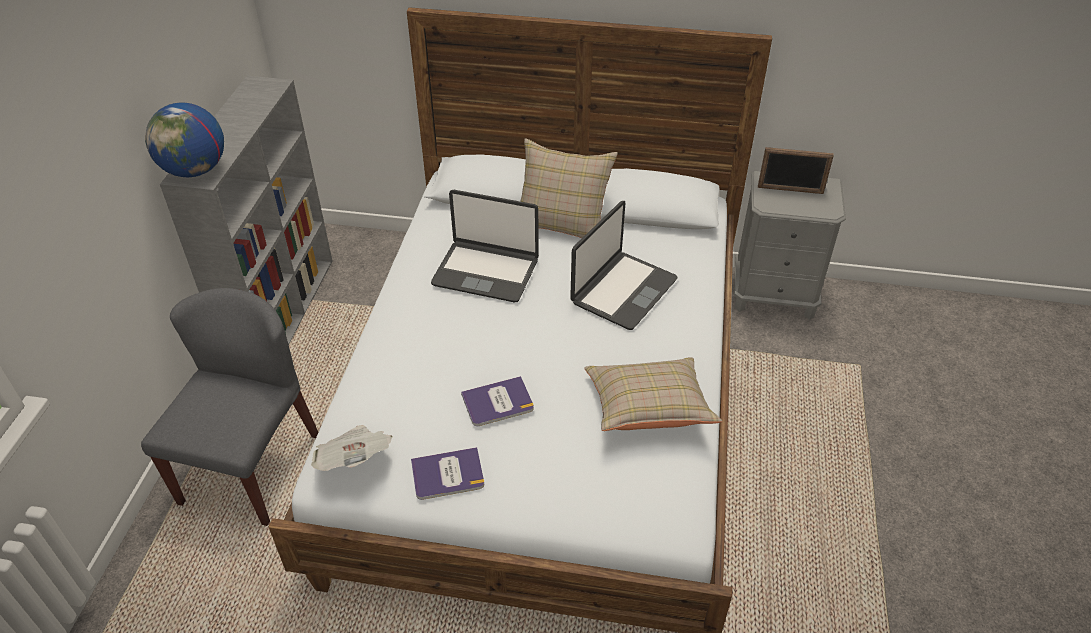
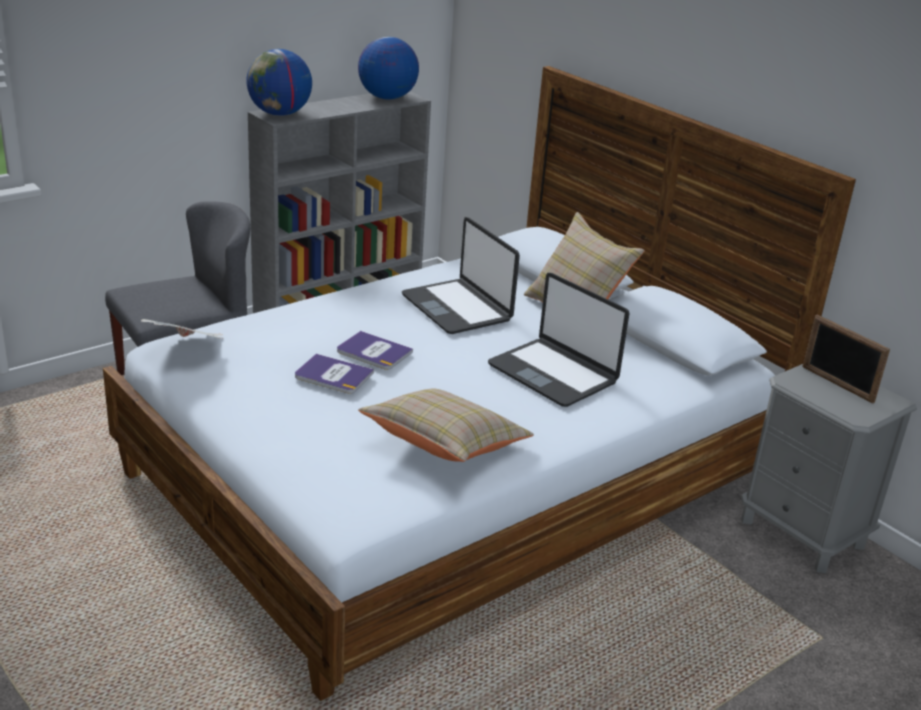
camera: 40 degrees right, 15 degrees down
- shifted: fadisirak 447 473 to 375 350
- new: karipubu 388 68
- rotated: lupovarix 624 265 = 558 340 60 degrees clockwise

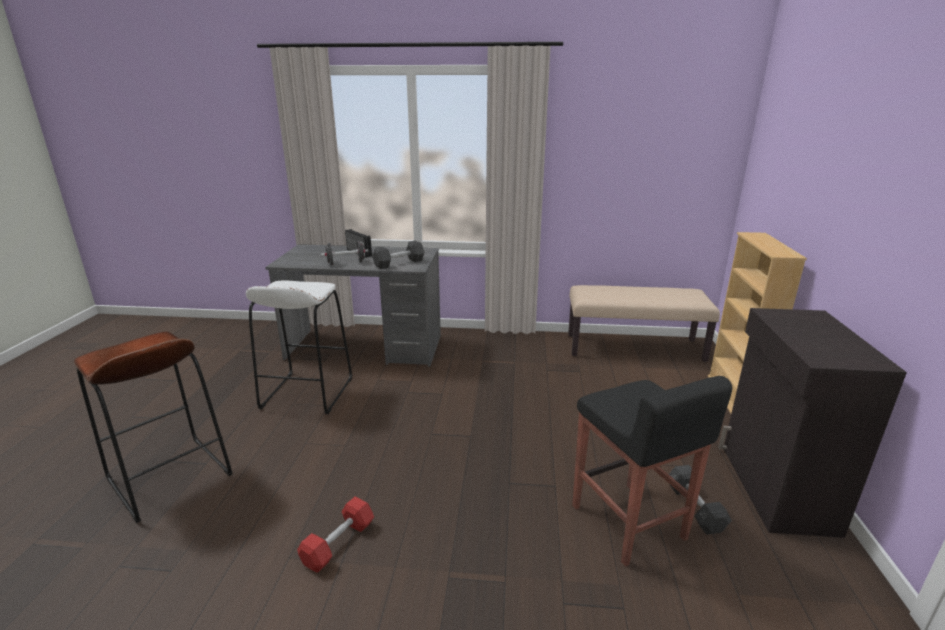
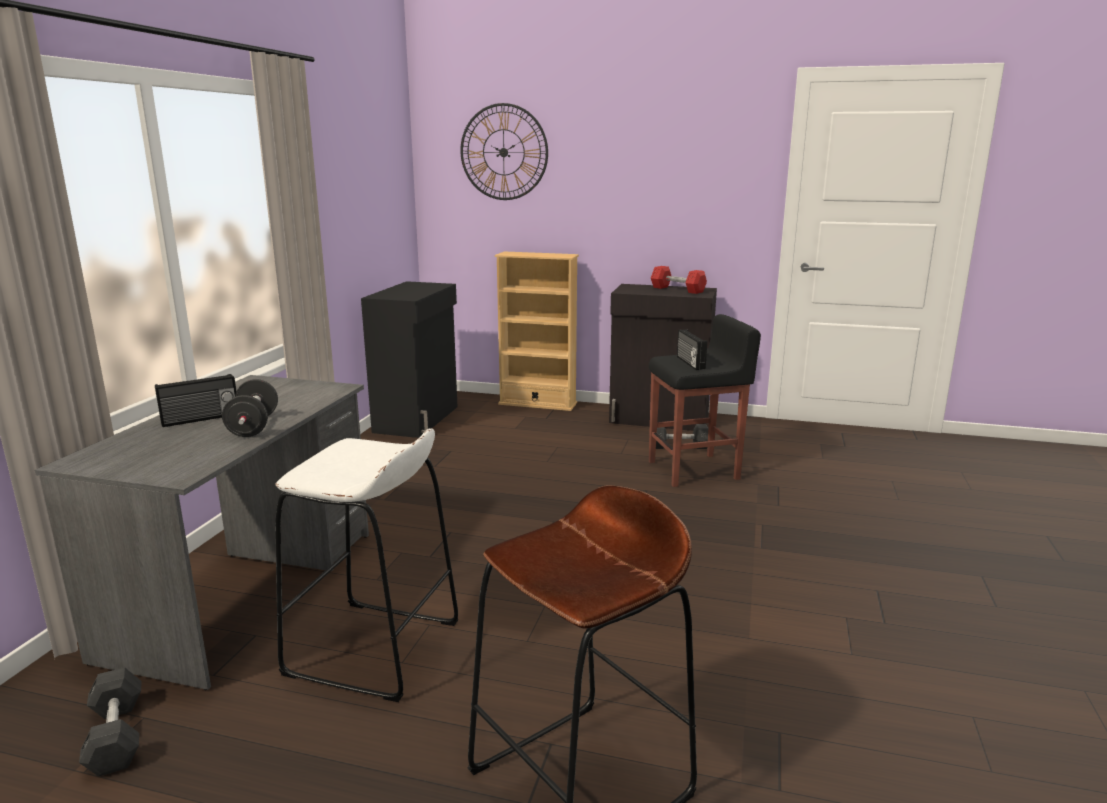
camera: 80 degrees left, 5 degrees down
- shifted: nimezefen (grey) 398 254 to 110 722
- swapped: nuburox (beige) 644 323 to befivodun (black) 409 359
- new: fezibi 504 151
- shifted: nimezefen (red) 335 535 to 679 280
- new: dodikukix 692 350

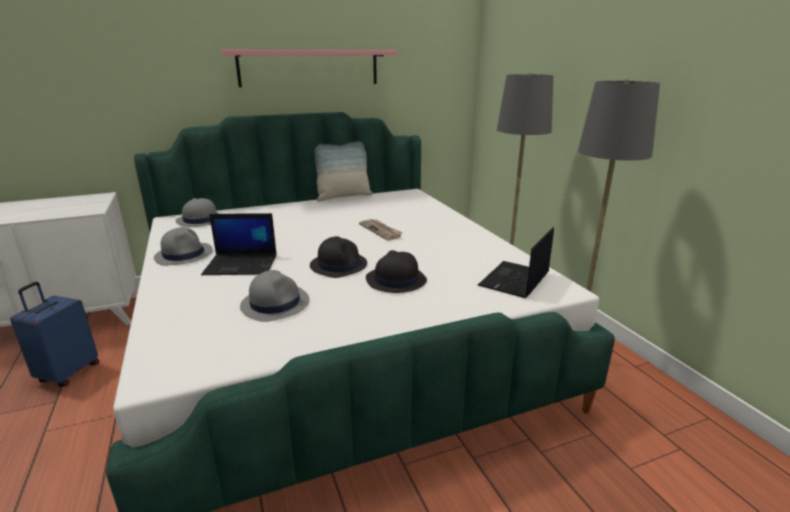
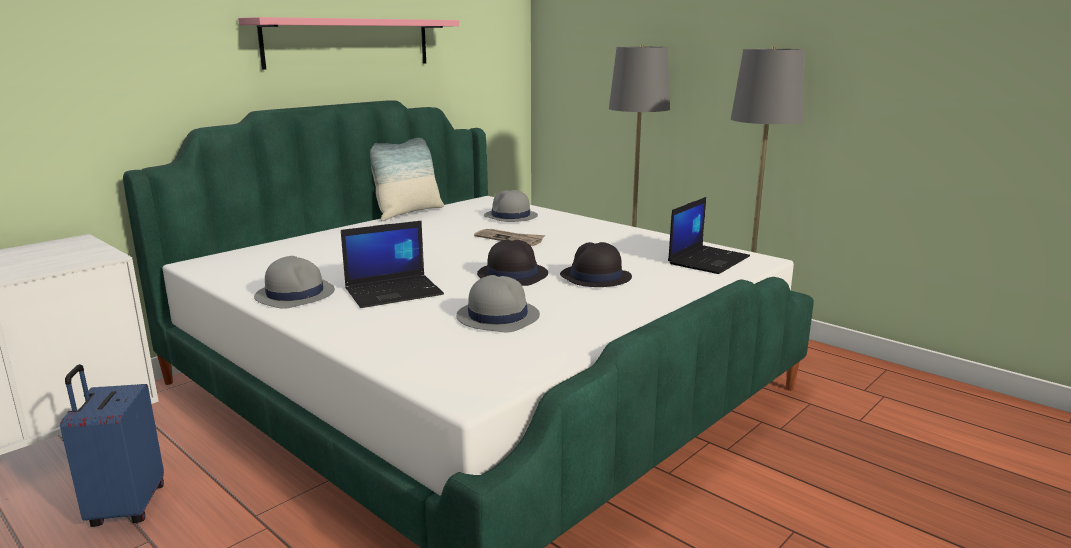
camera: 25 degrees left, 5 degrees down
- shifted: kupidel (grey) 198 212 to 511 206
- rotated: lupovarix 516 262 = 709 235 150 degrees counterclockwise

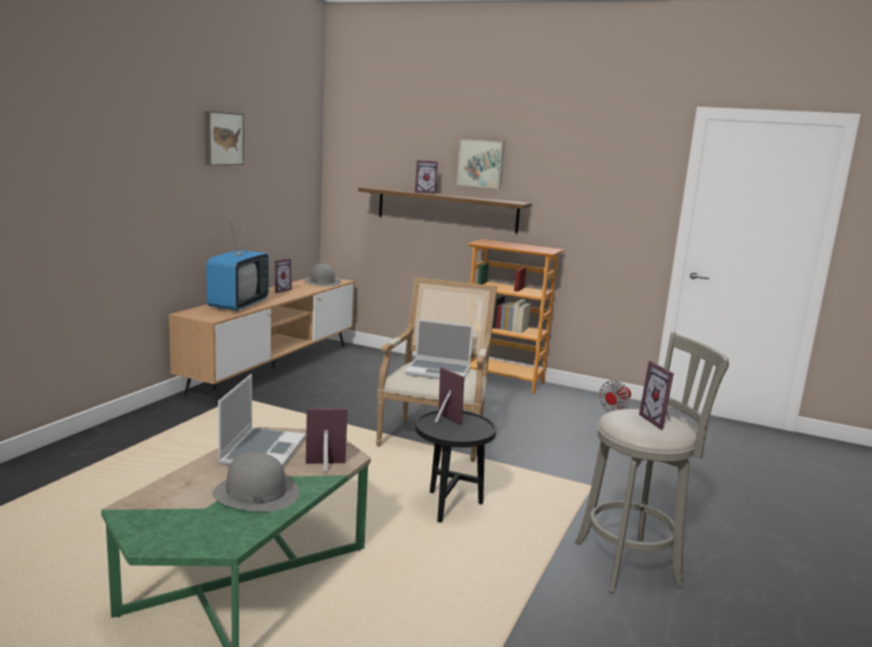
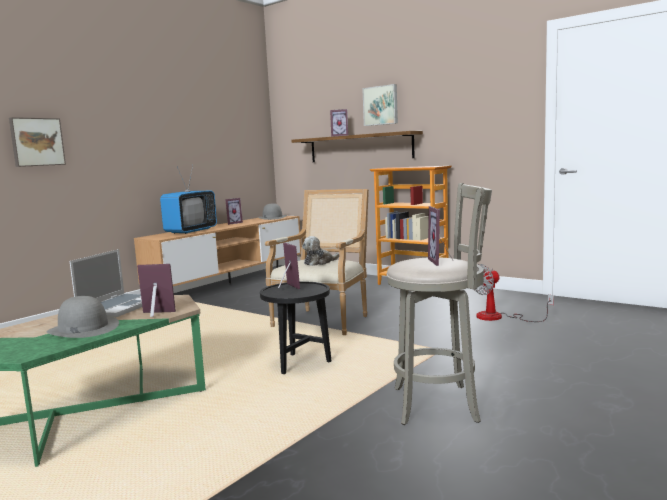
camera: 15 degrees right, 5 degrees down
- shifted: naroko 224 138 to 37 142
- swapped: lupovarix 439 349 to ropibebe 320 251

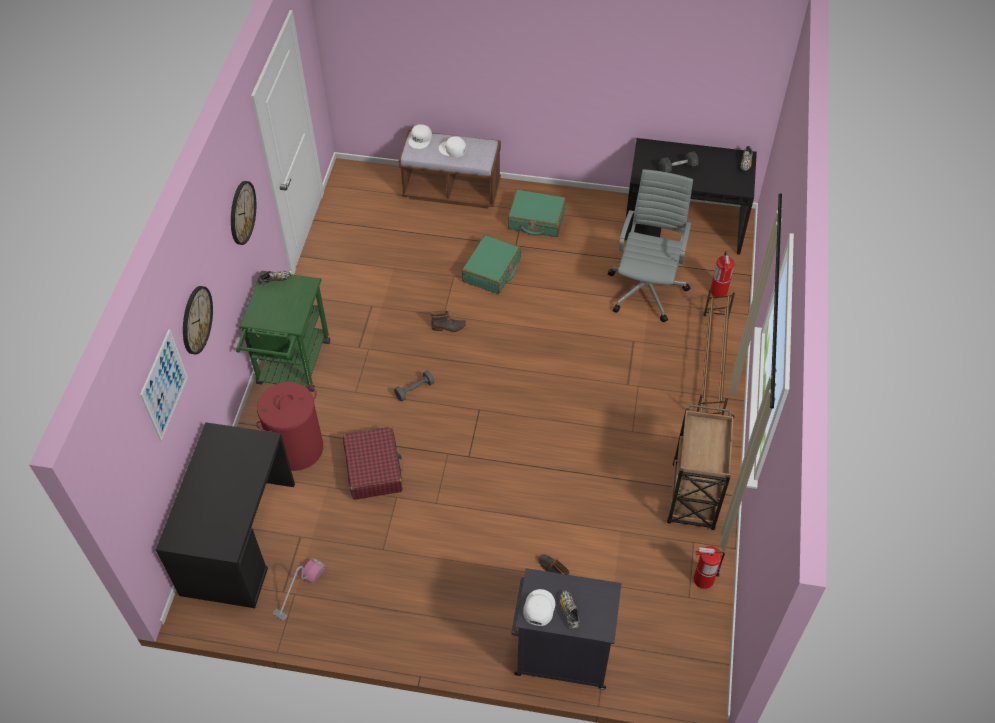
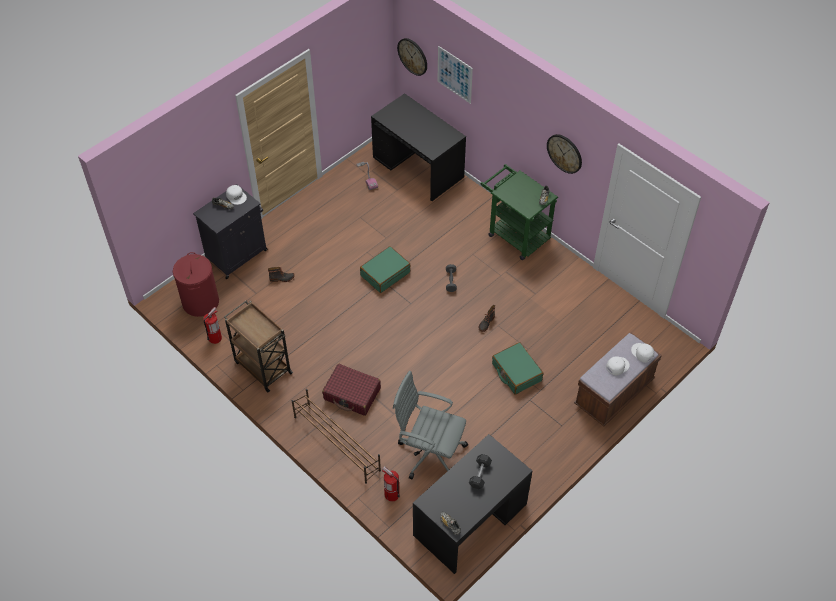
camera: 125 degrees right, 0 degrees up
- shifted: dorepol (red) 289 426 to 196 284
- shifted: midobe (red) 373 463 to 351 390
- shifted: midobe (green) 537 213 to 385 269
- rotated: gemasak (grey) 650 245 = 430 425 150 degrees clockwise
- shifted: fezibi 198 320 to 412 57

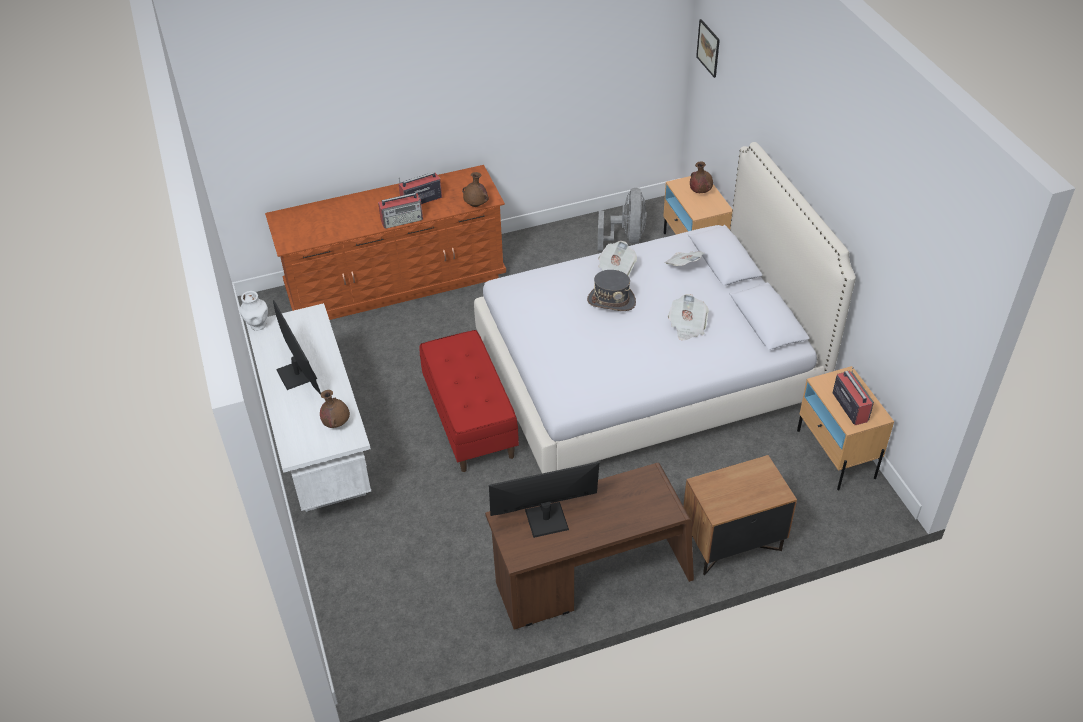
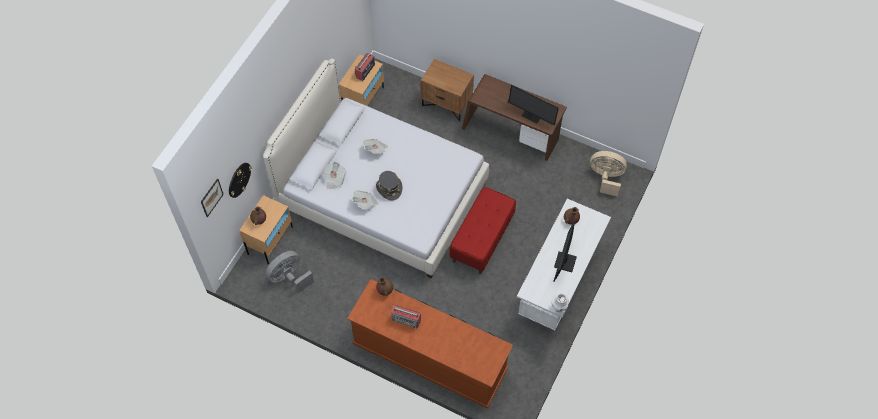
camera: 135 degrees left, 15 degrees up
- new: fezibi 240 180
- new: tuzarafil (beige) 608 174
- gone: dodikukix 400 211

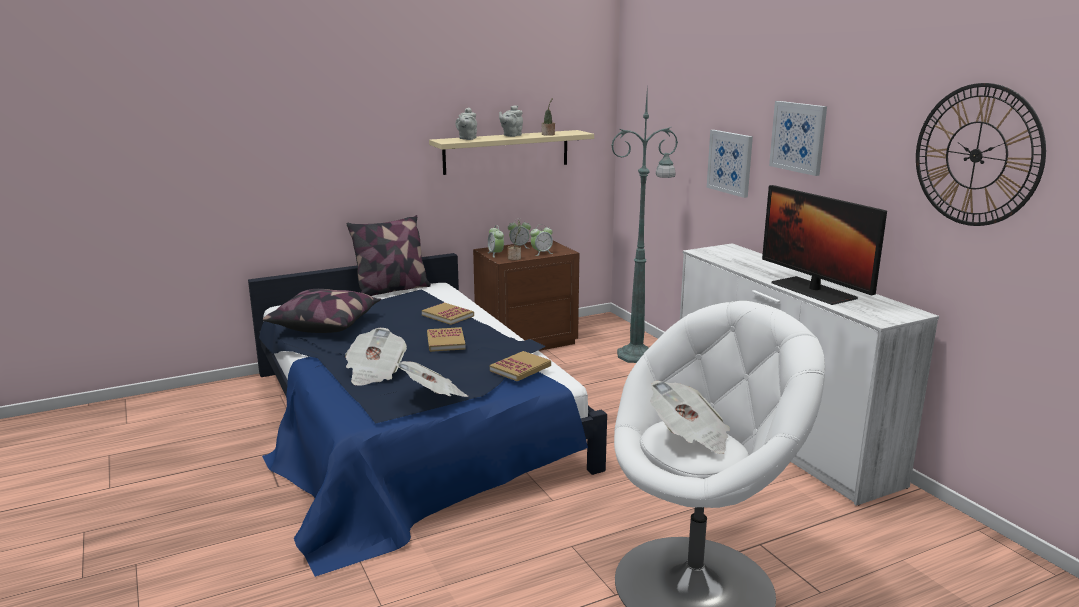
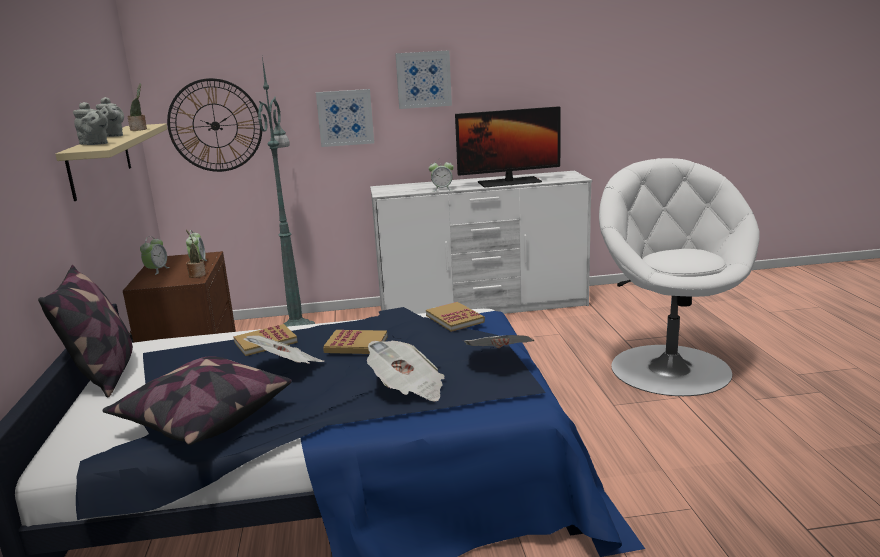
camera: 70 degrees left, 0 degrees up
- shifted: fezibi 981 154 to 214 125
- shifted: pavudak 690 417 to 283 349
- shifted: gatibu 495 241 to 441 175

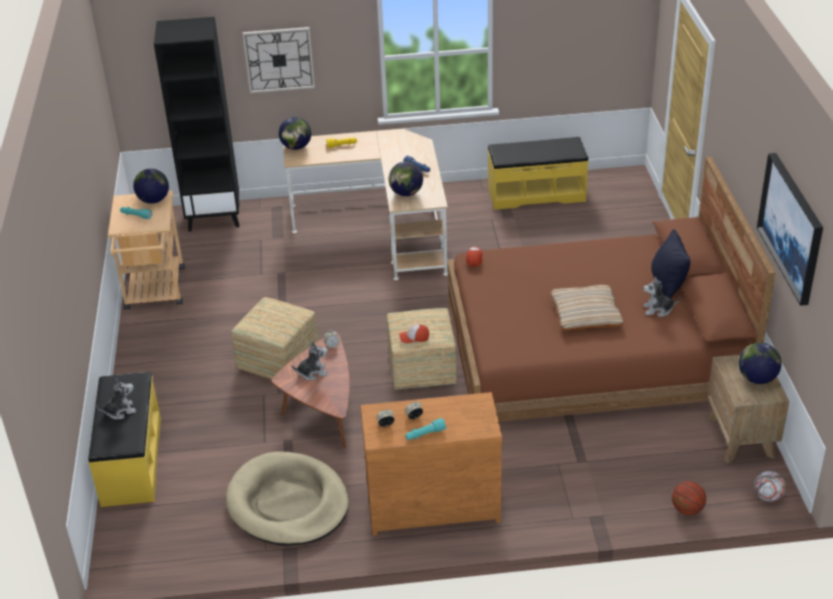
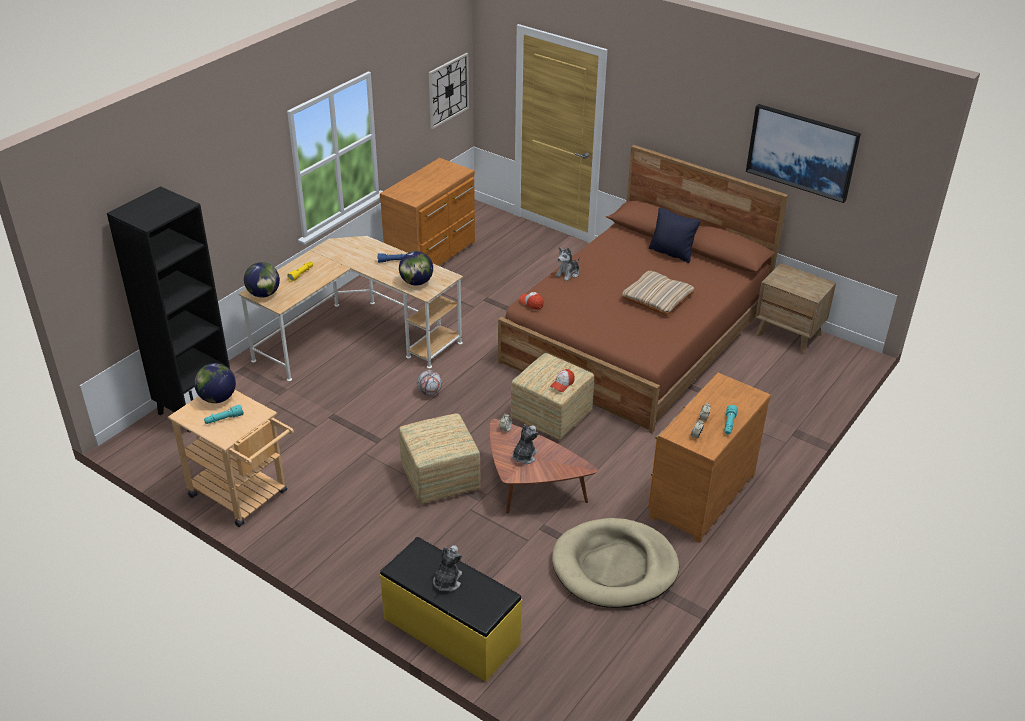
camera: 50 degrees left, 0 degrees up
- swapped: nuburox (yellow) 538 173 to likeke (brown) 427 212
- shifted: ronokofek 770 486 to 429 383
- shifted: fezibi 278 60 to 449 91
- shifted: ropibebe 661 296 to 567 264
- gone: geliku 689 498
- gone: karipubu 760 363

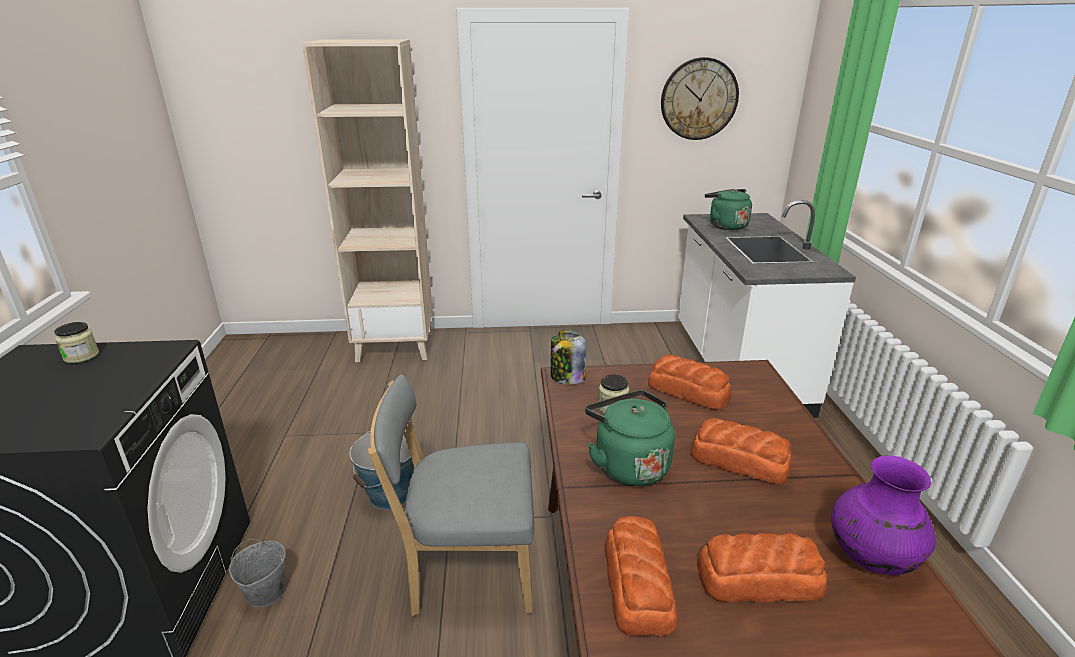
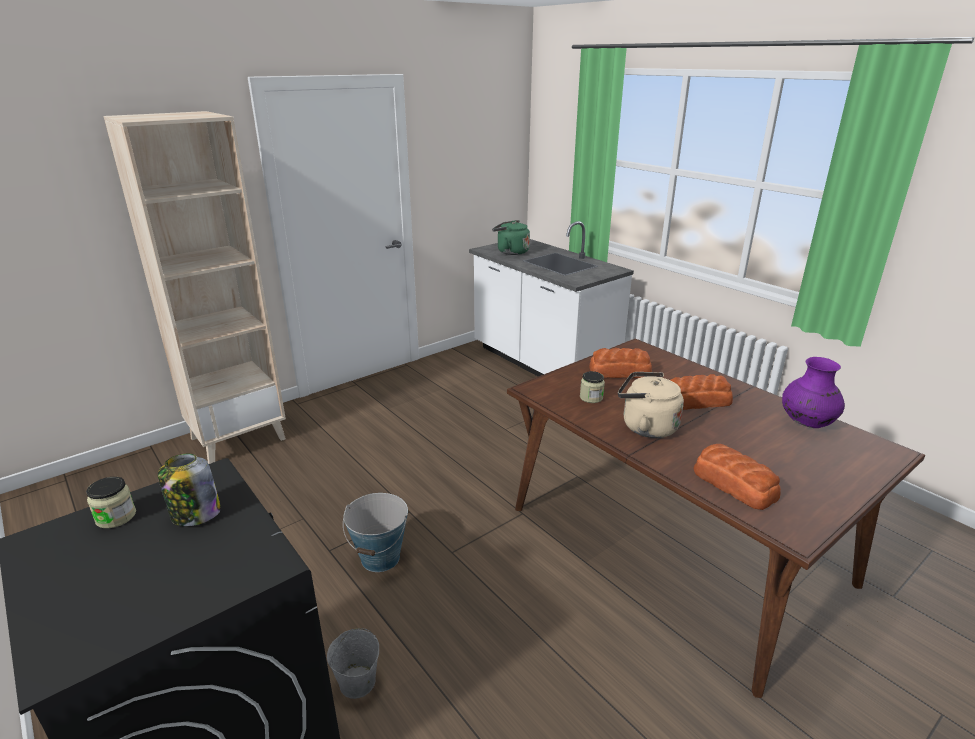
camera: 35 degrees left, 0 degrees up
- shifted: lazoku 568 357 to 189 490
- repainted: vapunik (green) 630 438 to vapunik (beige) 651 405
- gone: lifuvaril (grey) 450 495
- gone: fezibi 700 98
- gone: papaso 762 568

